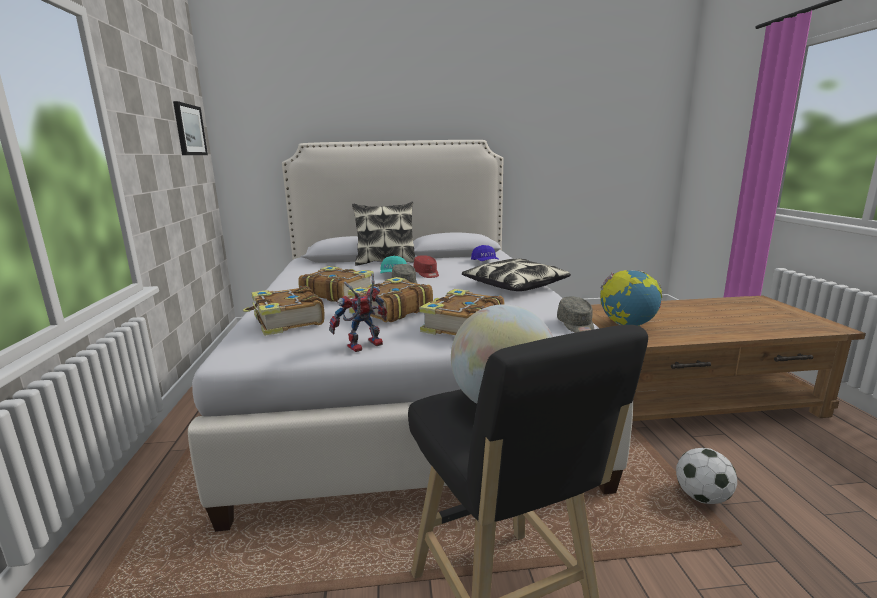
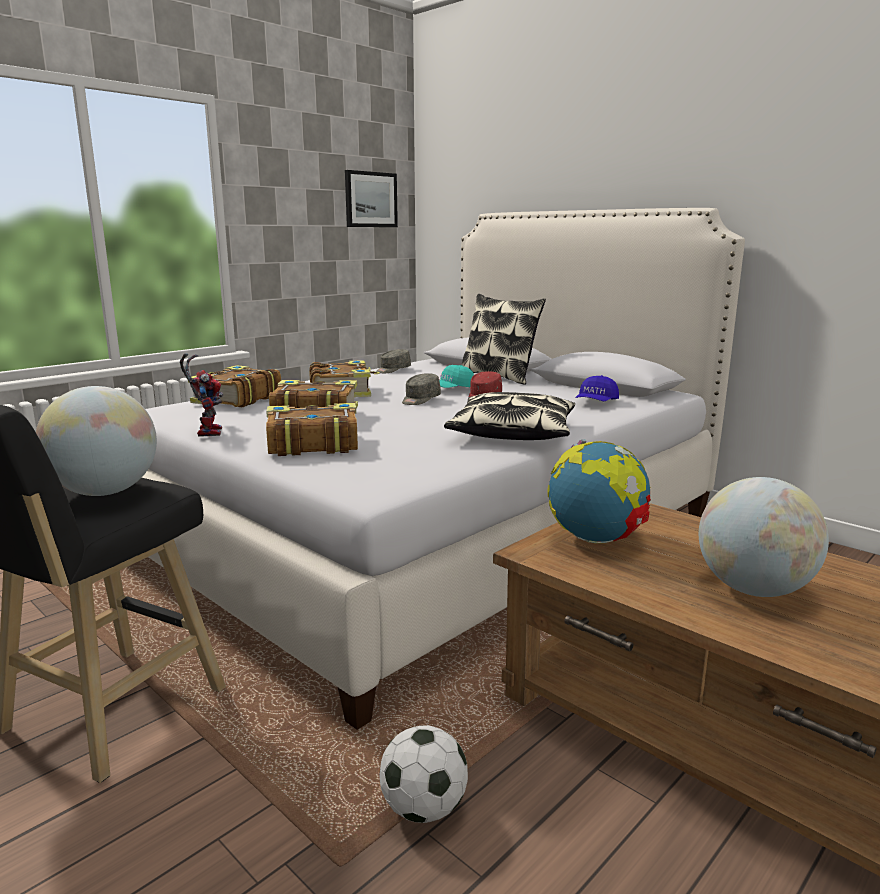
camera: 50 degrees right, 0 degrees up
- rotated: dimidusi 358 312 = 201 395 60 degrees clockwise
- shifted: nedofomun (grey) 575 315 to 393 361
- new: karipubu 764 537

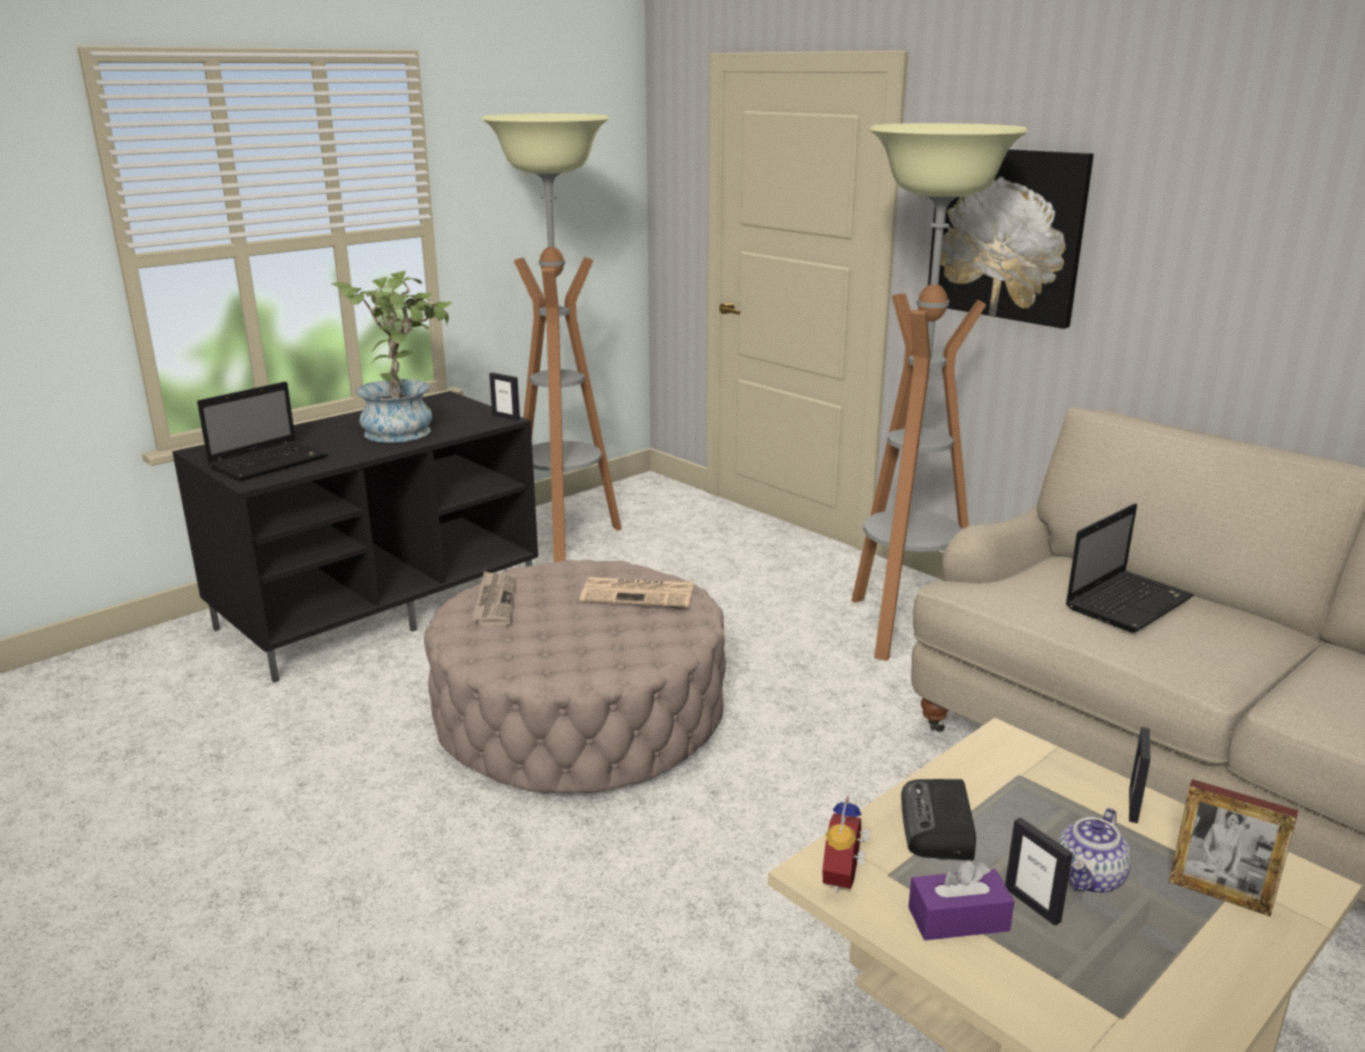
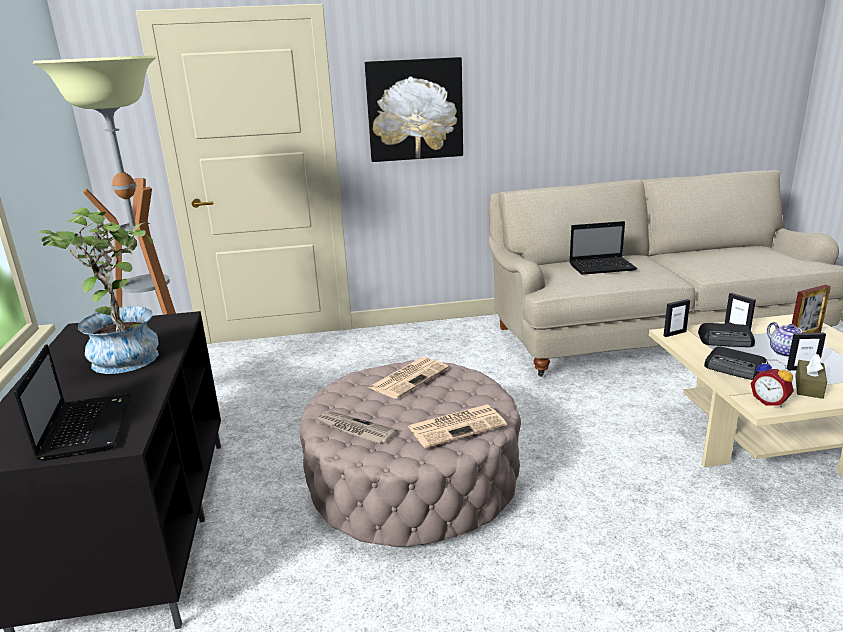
camera: 55 degrees left, 0 degrees up
- new: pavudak 457 426
- rotated: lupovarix 1130 568 = 603 248 90 degrees clockwise
- shifted: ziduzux 504 396 to 677 318
- new: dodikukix 726 335
- repainted: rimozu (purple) 961 900 to rimozu (brown) 811 376
- gone: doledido 940 392

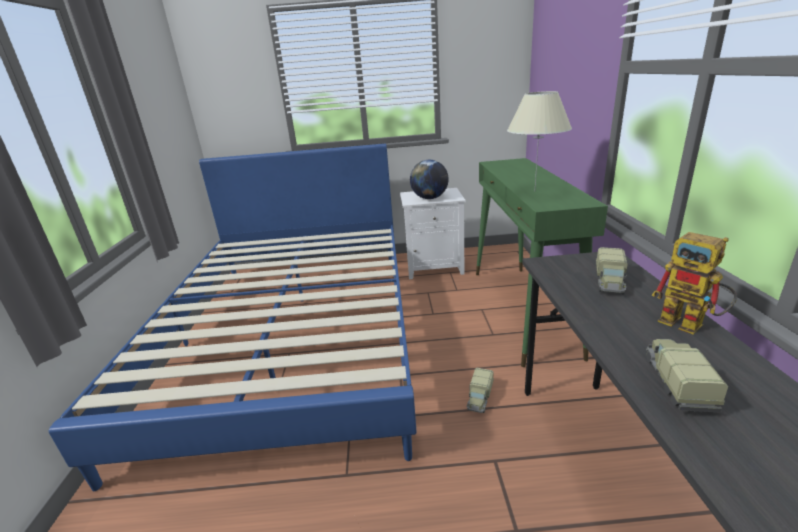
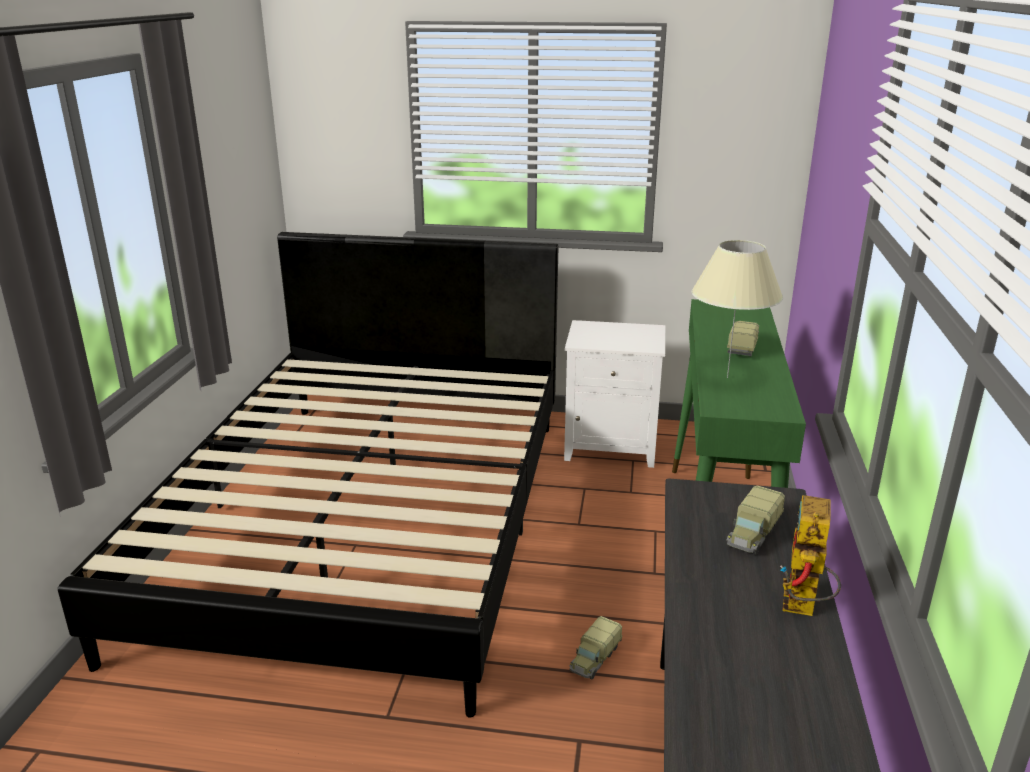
camera: 10 degrees right, 0 degrees up
- repainted: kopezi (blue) 232 317 to kopezi (black) 308 475
- shifted: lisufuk 687 376 to 743 338
- rotated: dimidusi 694 283 = 810 555 45 degrees clockwise
- gone: karipubu 429 179

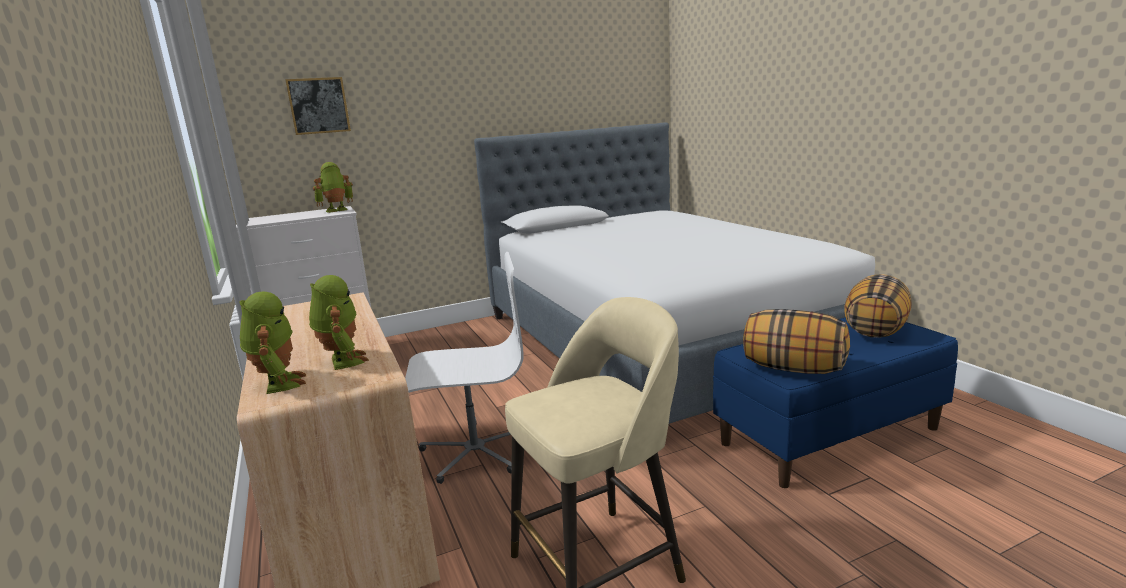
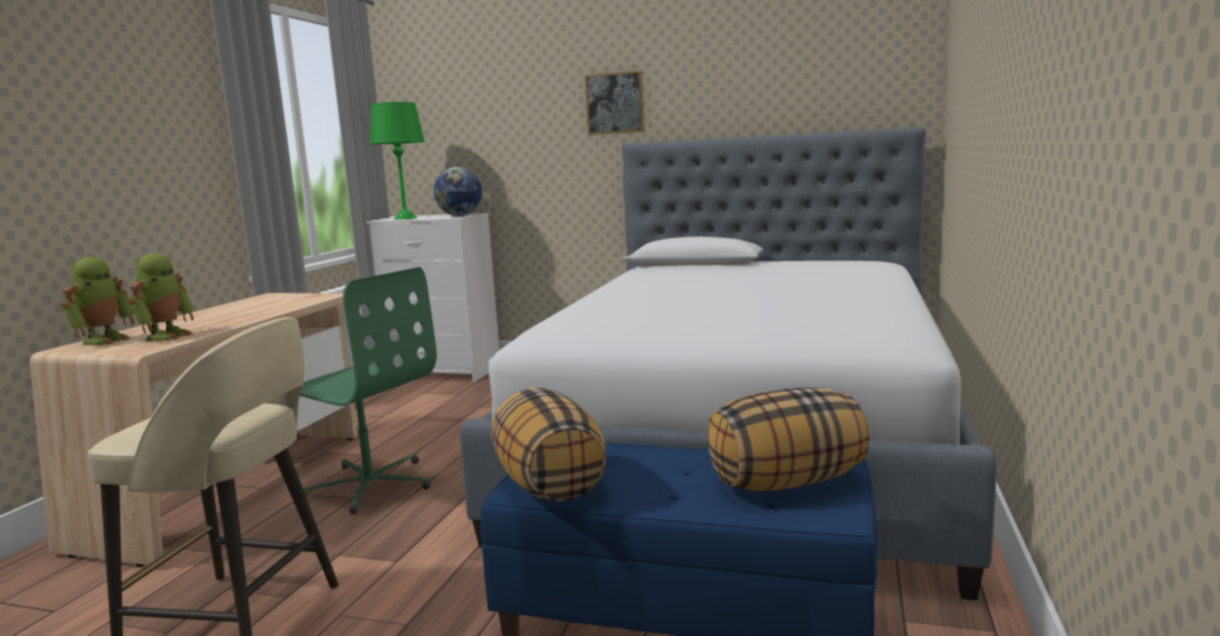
camera: 40 degrees right, 5 degrees down
- repainted: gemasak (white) 464 368 to gemasak (green) 368 390
- new: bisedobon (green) 397 161
- swapped: dimidusi 333 187 to karipubu 458 191
- shifted: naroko 318 106 to 615 102

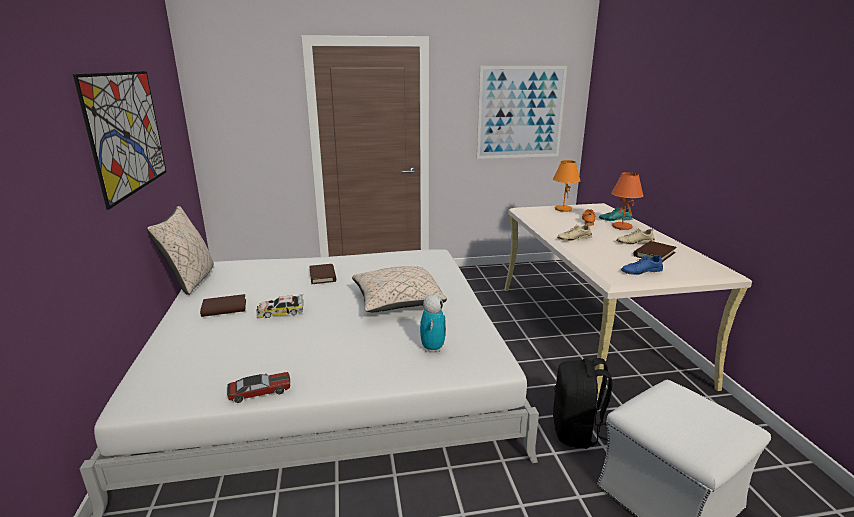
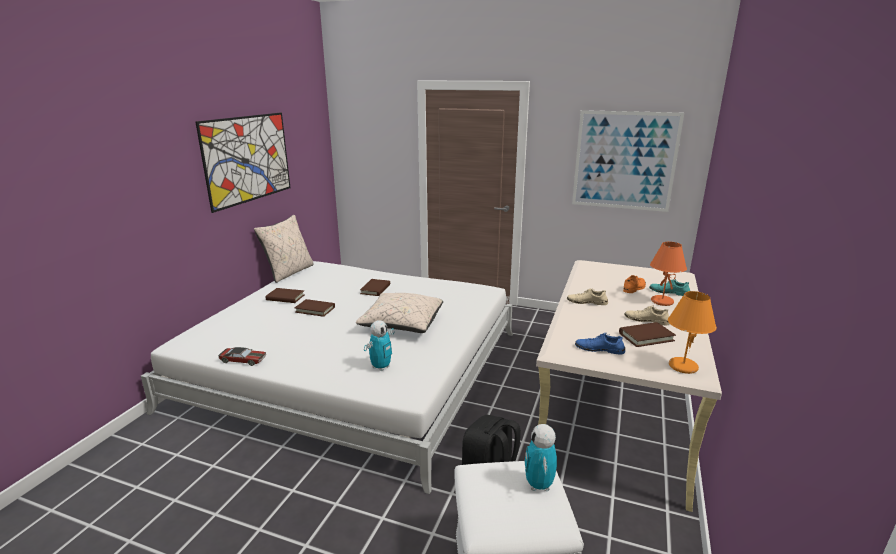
camera: 30 degrees right, 0 degrees up
- swapped: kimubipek 279 306 to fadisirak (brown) 315 308
- new: dimidusi 540 457
- shifted: bisedobon (orange) 567 186 to 692 332

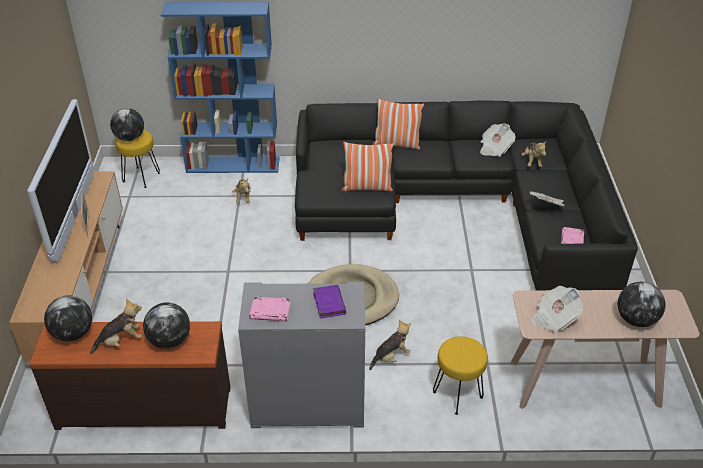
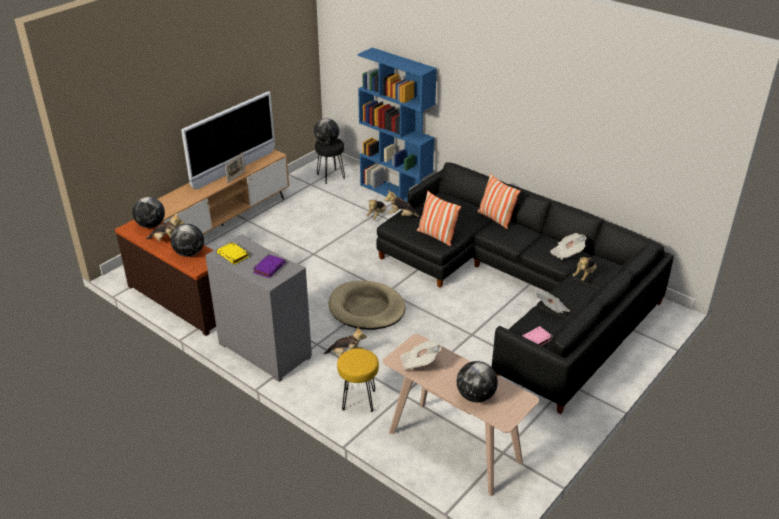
camera: 40 degrees right, 5 degrees down
- repainted: fadisirak (pink) 270 308 to fadisirak (yellow) 233 253
- repainted: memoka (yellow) 137 159 to memoka (black) 330 161
- new: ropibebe 403 204

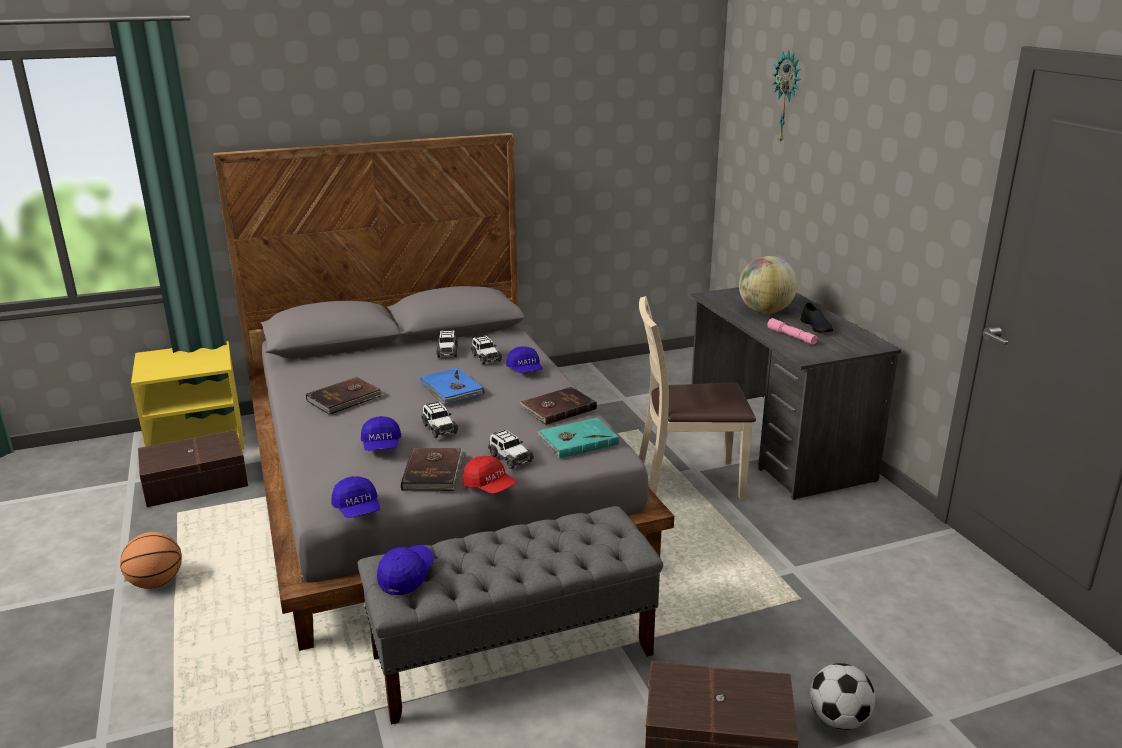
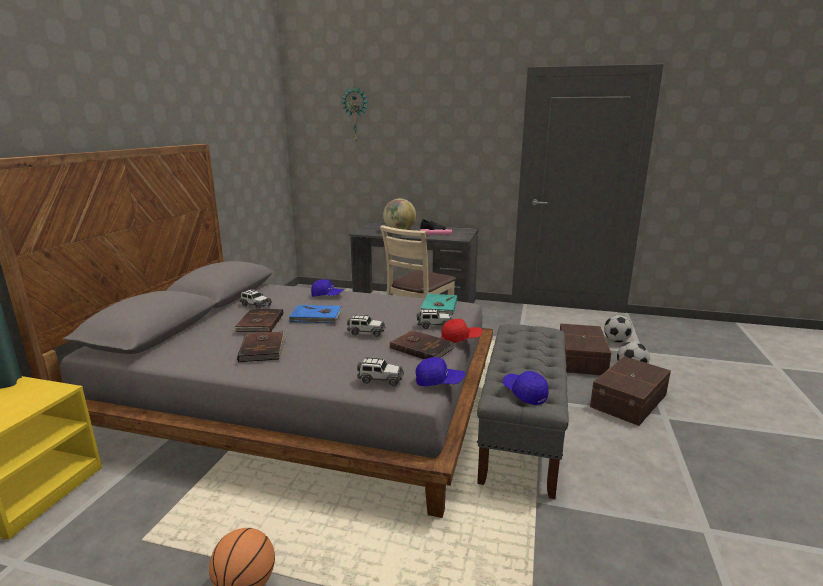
camera: 55 degrees left, 5 degrees down
- shifted: fadisirak (brown) 558 406 to 258 320
- shifted: kimubipek 486 350 to 380 371
- shifted: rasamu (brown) 193 468 to 585 350
- new: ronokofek 618 328
- gone: nedofomun (blue) 381 433

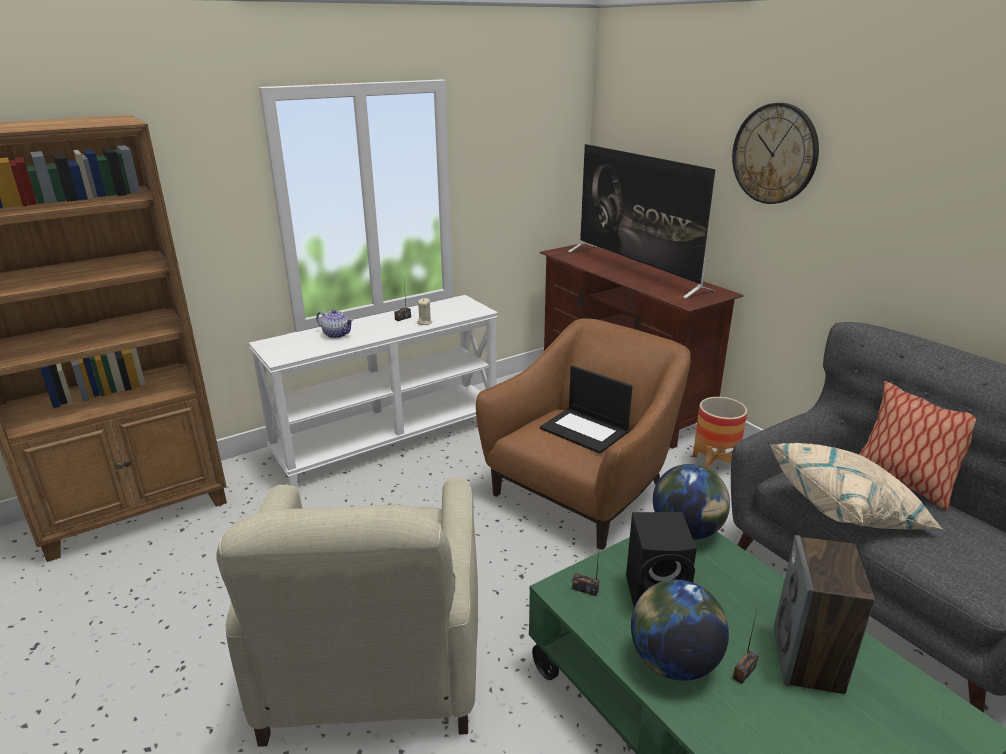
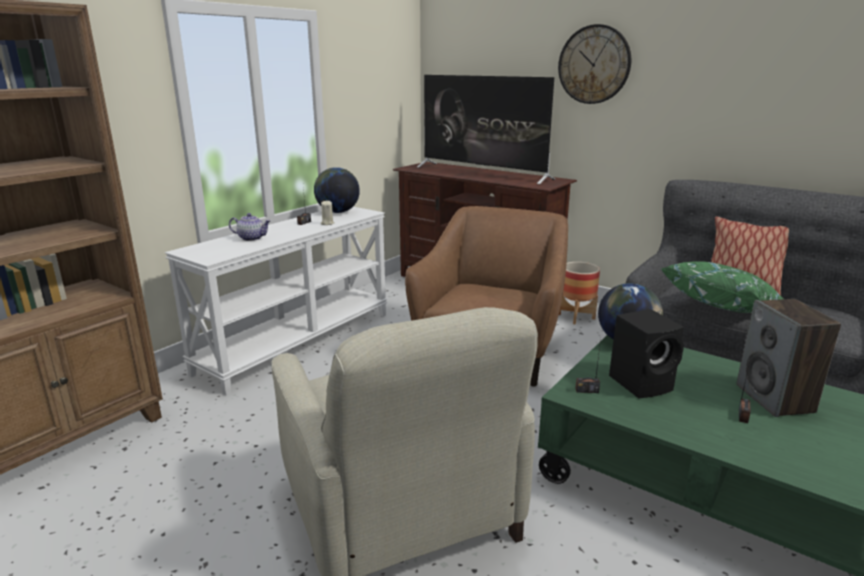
camera: 20 degrees left, 5 degrees down
- shifted: karipubu 680 630 to 337 190
- repainted: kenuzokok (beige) 857 486 to kenuzokok (green) 723 287
- gone: lupovarix 586 409

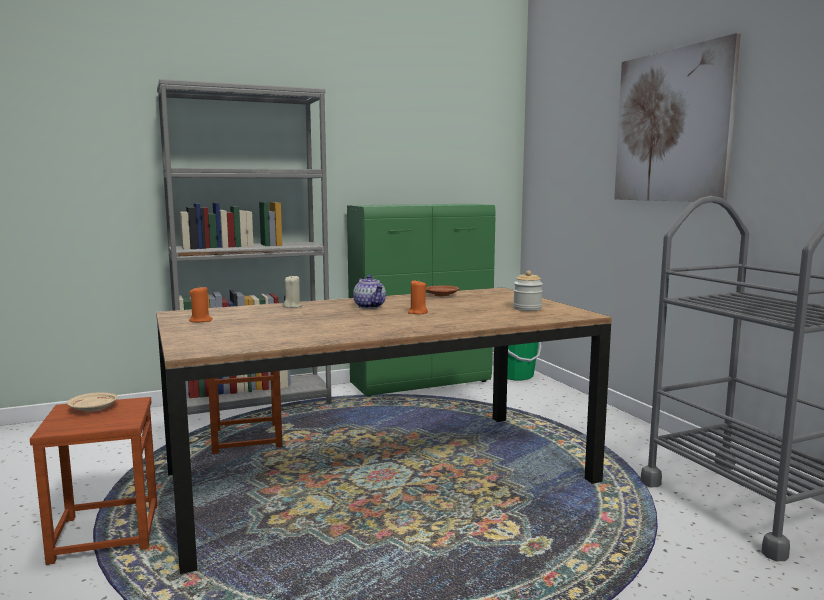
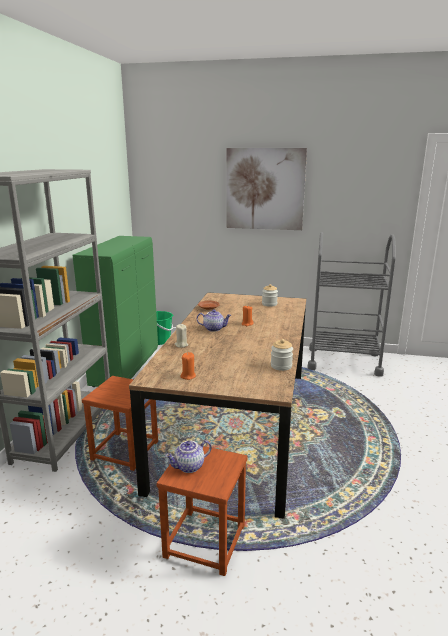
camera: 55 degrees left, 10 degrees up
- swapped: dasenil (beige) 92 402 to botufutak 188 456
- new: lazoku 282 355

